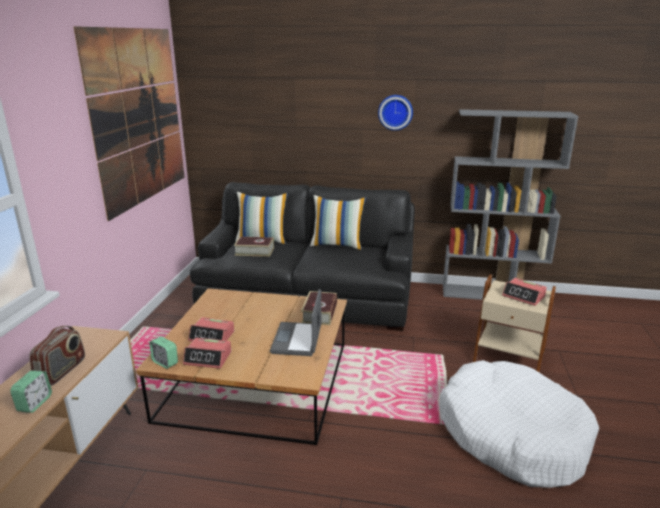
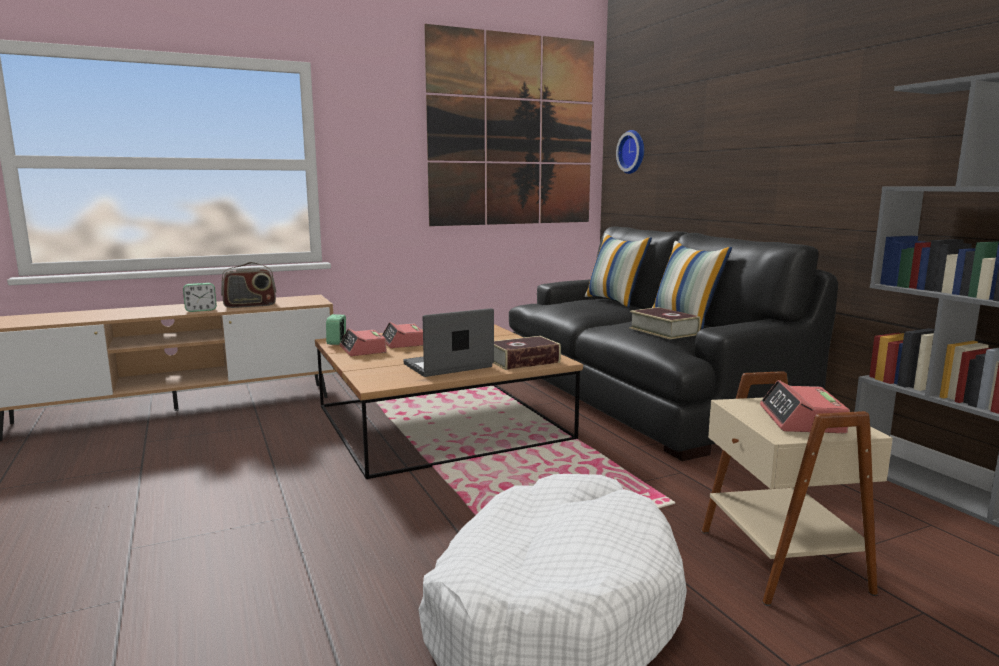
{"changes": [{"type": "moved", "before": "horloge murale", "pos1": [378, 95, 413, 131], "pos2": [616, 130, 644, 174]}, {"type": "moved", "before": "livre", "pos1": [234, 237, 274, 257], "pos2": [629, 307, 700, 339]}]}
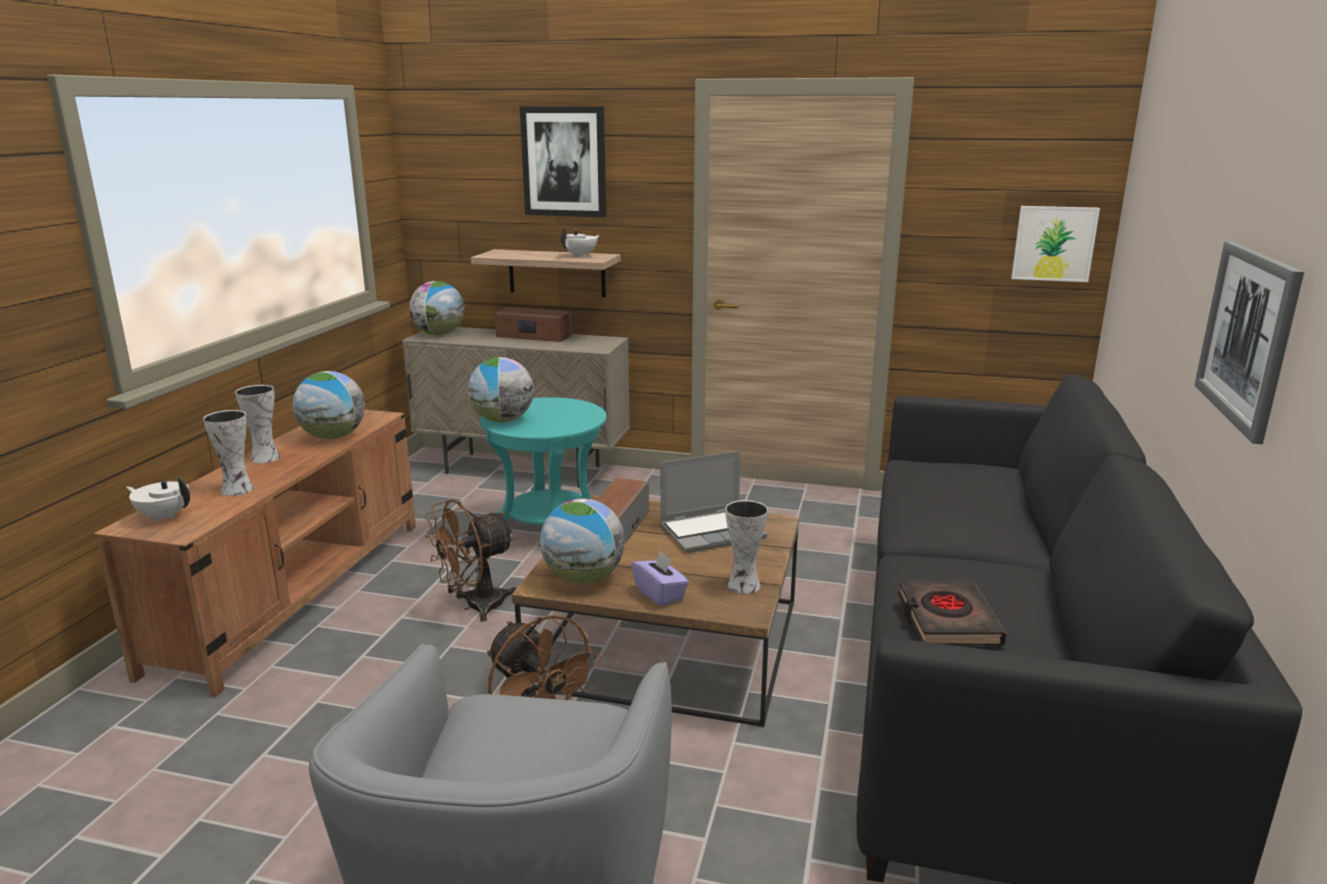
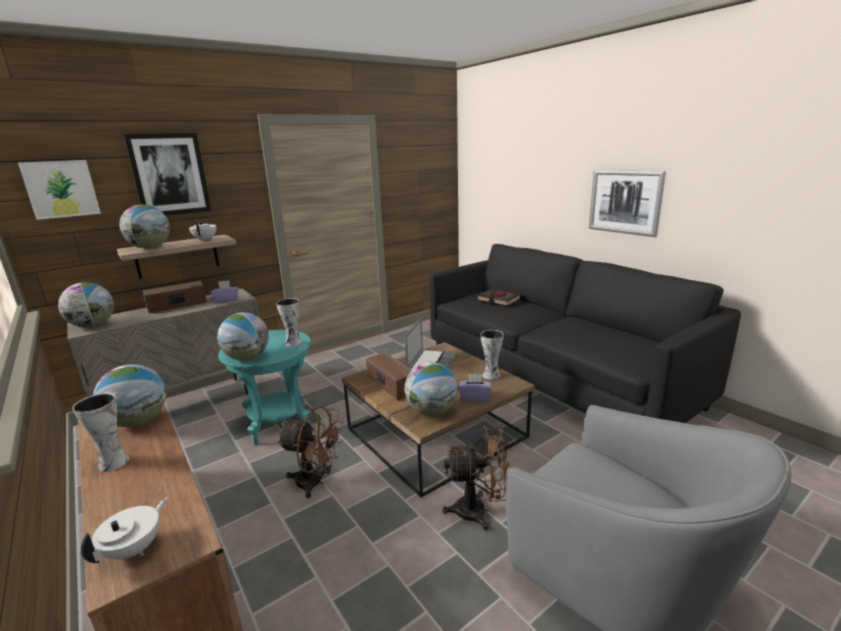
{"changes": [{"type": "moved", "before": "tableau", "pos1": [1011, 206, 1100, 282], "pos2": [18, 160, 101, 220]}, {"type": "moved", "before": "vase", "pos1": [203, 410, 254, 496], "pos2": [276, 298, 303, 347]}, {"type": "turned", "before": "théière [blanc]", "pos1": [126, 477, 190, 522], "pos2": [81, 497, 168, 563], "turn": 150}, {"type": "turned", "before": "ventilateur [marron]", "pos1": [425, 499, 517, 622], "pos2": [277, 406, 343, 498], "turn": -75}, {"type": "moved", "before": "livre [noir]", "pos1": [897, 580, 1007, 646], "pos2": [477, 289, 521, 306]}, {"type": "added", "after": "globe", "pos2": [119, 205, 170, 249]}, {"type": "added", "after": "boîte à mouchoirs [violet]", "pos2": [211, 281, 239, 303]}]}
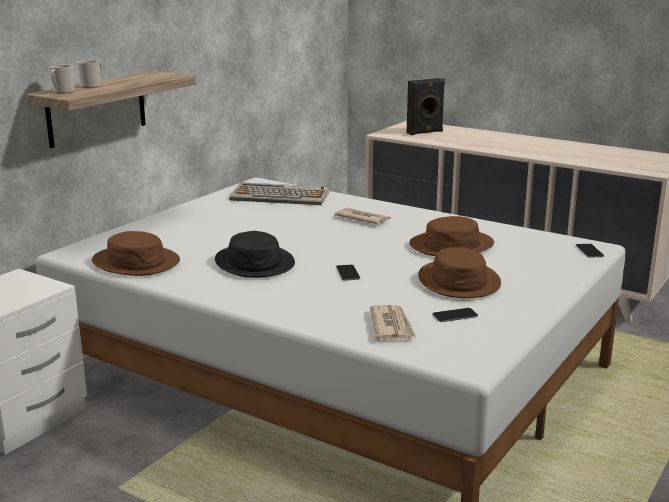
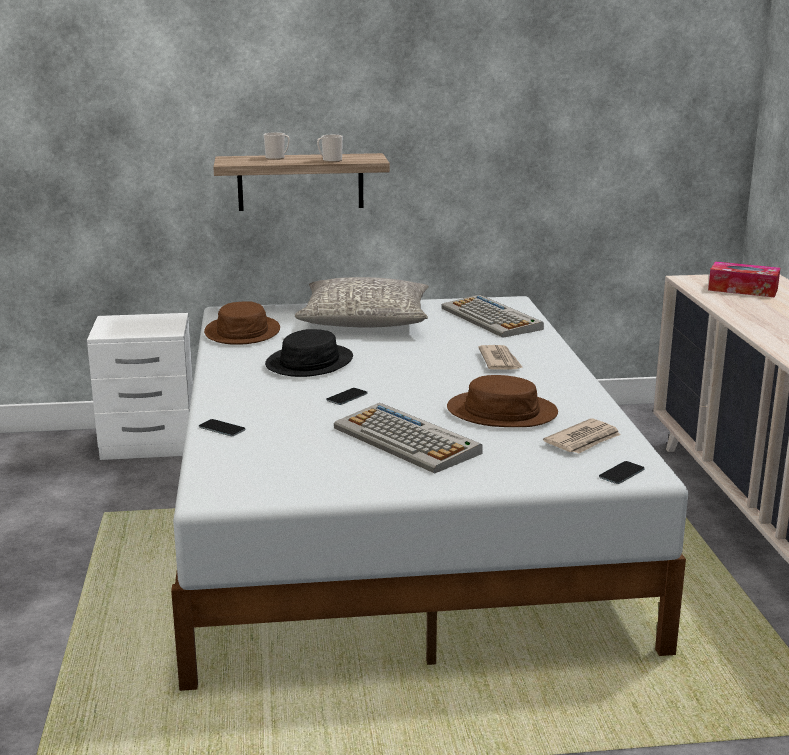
{"changes": [{"type": "moved", "before": "mug", "pos1": [50, 65, 74, 94], "pos2": [317, 135, 343, 162]}, {"type": "replaced", "before": "enceinte [noir]", "after": "boîte à mouchoirs", "pos1": [407, 78, 445, 135], "pos2": [708, 262, 780, 297]}, {"type": "replaced", "before": "chapeau [marron]", "after": "clavier", "pos1": [418, 247, 501, 298], "pos2": [334, 403, 483, 474]}, {"type": "moved", "before": "journal", "pos1": [370, 305, 416, 339], "pos2": [543, 419, 621, 454]}, {"type": "moved", "before": "téléphone", "pos1": [432, 308, 478, 322], "pos2": [199, 419, 245, 436]}, {"type": "added", "after": "coussin [gris]", "pos2": [294, 277, 429, 328]}]}
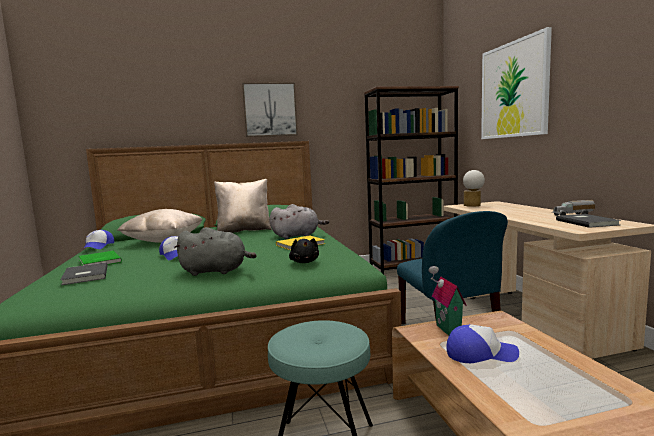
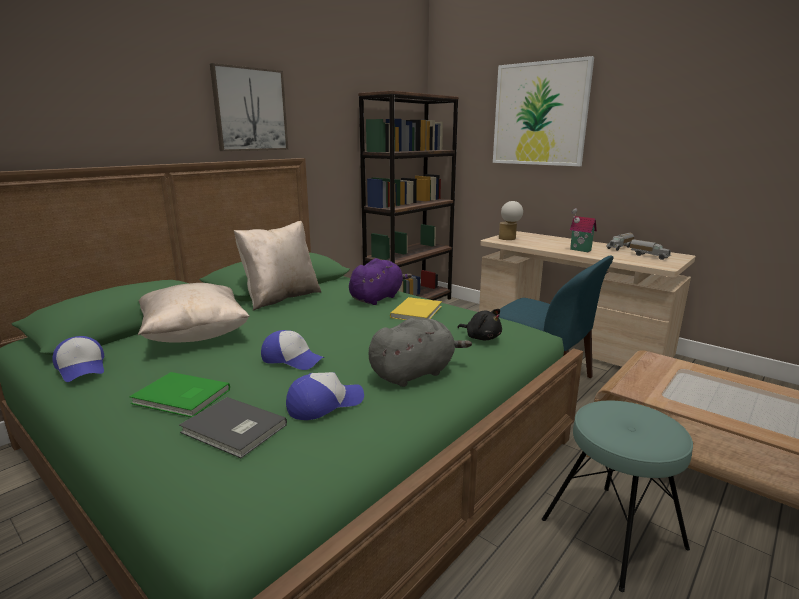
{"changes": [{"type": "recoloured", "before": "peluche [gris]", "after": "peluche [violet]", "pos1": [269, 204, 329, 239], "pos2": [349, 258, 412, 305]}, {"type": "replaced", "before": "livre [gris]", "after": "camion jouet", "pos1": [556, 214, 621, 228], "pos2": [630, 239, 671, 260]}, {"type": "moved", "before": "maison miniature", "pos1": [428, 266, 467, 336], "pos2": [570, 208, 597, 252]}, {"type": "moved", "before": "casquette", "pos1": [446, 324, 519, 363], "pos2": [286, 372, 364, 420]}]}
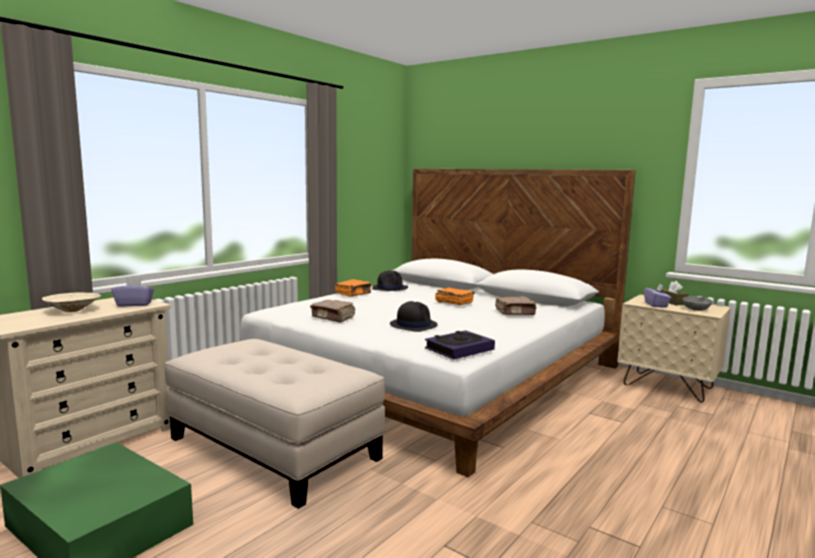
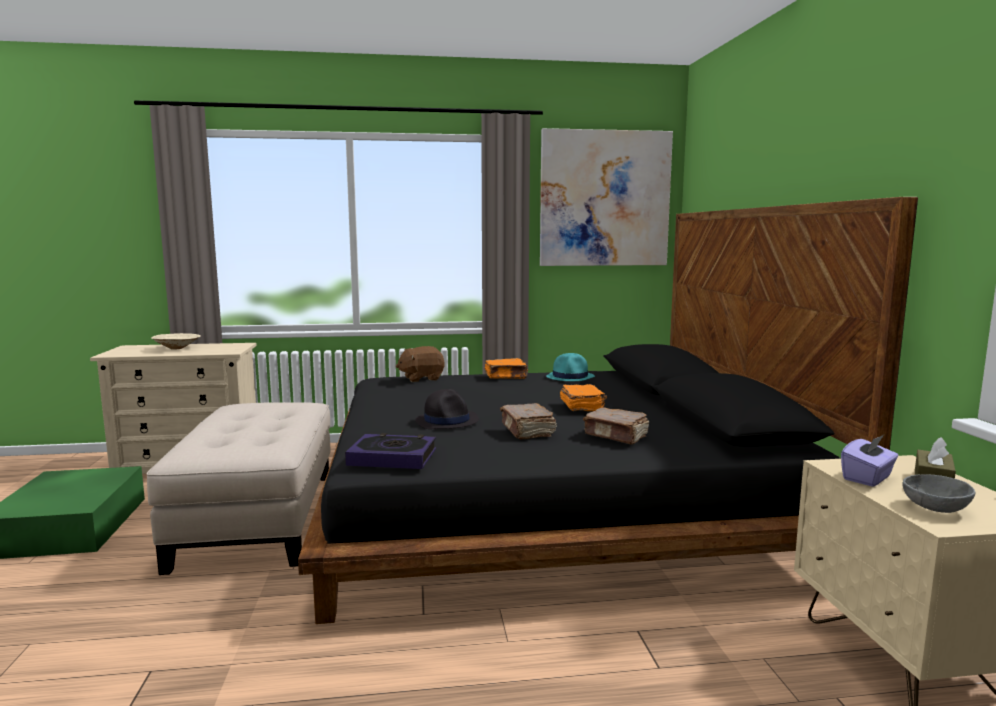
{"changes": [{"type": "recoloured", "before": "lit [blanc]", "after": "lit [noir]", "pos1": [223, 169, 635, 477], "pos2": [298, 197, 918, 624]}, {"type": "recoloured", "before": "chapeau [noir]", "after": "chapeau [turquoise]", "pos1": [372, 270, 408, 291], "pos2": [546, 353, 595, 381]}, {"type": "removed", "before": "boîte à mouchoirs [violet]", "pos1": [111, 277, 154, 307]}, {"type": "moved", "before": "livre [marron]", "pos1": [310, 300, 355, 322], "pos2": [500, 403, 557, 440]}, {"type": "added", "after": "tableau", "pos2": [540, 128, 673, 266]}, {"type": "added", "after": "peluche [marron]", "pos2": [396, 346, 444, 382]}]}
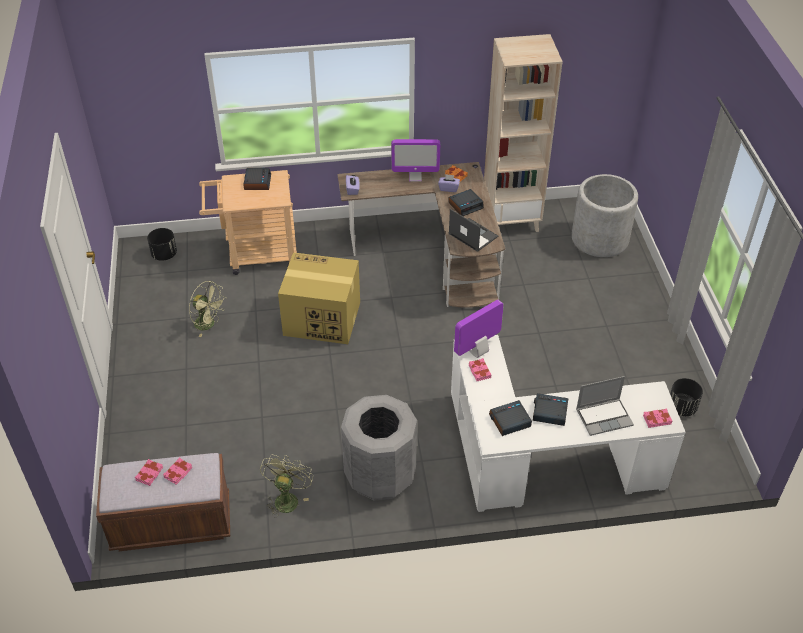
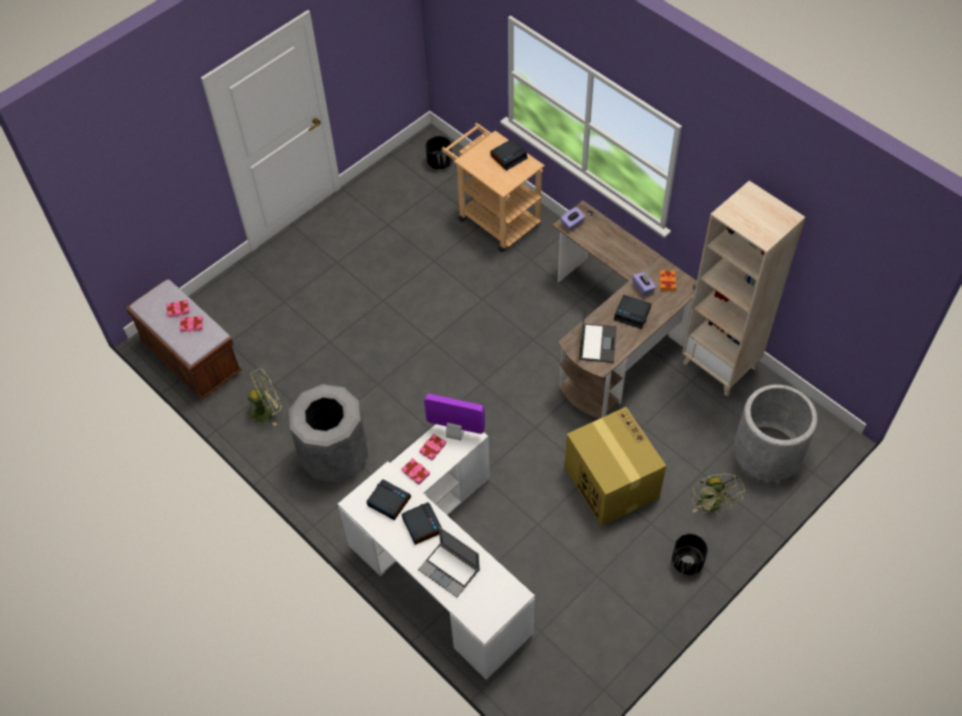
{"changes": [{"type": "removed", "before": "écran d'ordinateur", "pos1": [391, 139, 440, 182]}, {"type": "moved", "before": "carton", "pos1": [278, 252, 360, 344], "pos2": [564, 407, 666, 526]}, {"type": "moved", "before": "ventilateur [vert]", "pos1": [189, 281, 226, 337], "pos2": [691, 474, 745, 514]}, {"type": "moved", "before": "cache-pot [noir]", "pos1": [670, 378, 703, 416], "pos2": [672, 534, 708, 575]}, {"type": "moved", "before": "livre [rose]", "pos1": [643, 408, 672, 428], "pos2": [401, 458, 430, 485]}]}
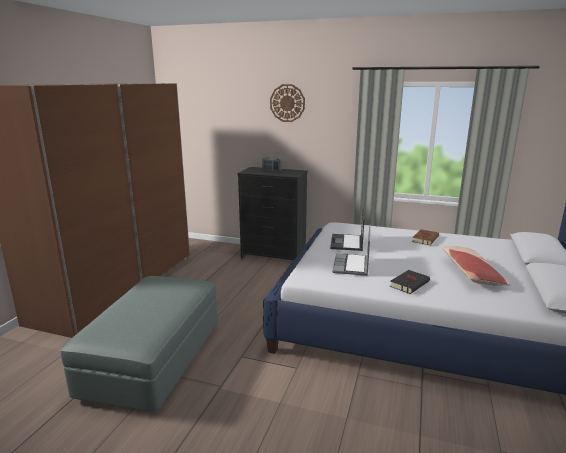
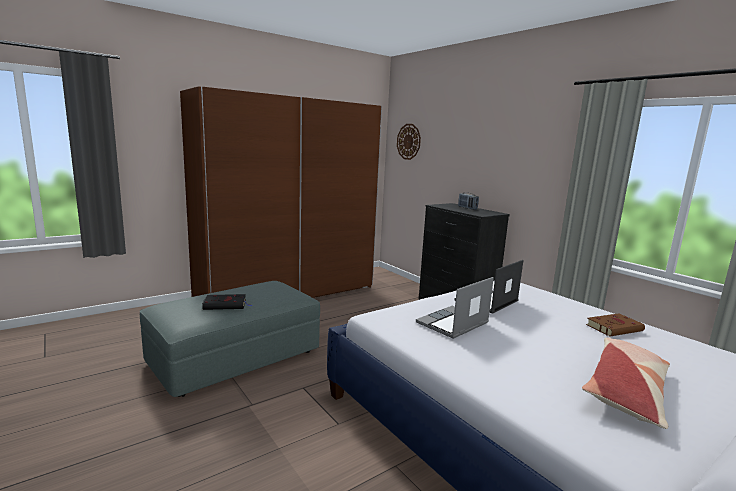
{"changes": [{"type": "moved", "before": "horloge murale", "pos1": [270, 84, 305, 122], "pos2": [397, 124, 421, 160]}, {"type": "moved", "before": "livre [noir]", "pos1": [390, 270, 430, 294], "pos2": [202, 294, 252, 310]}]}
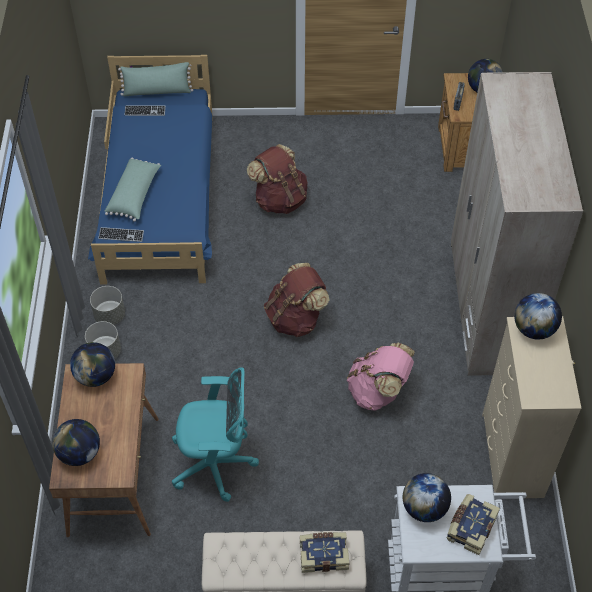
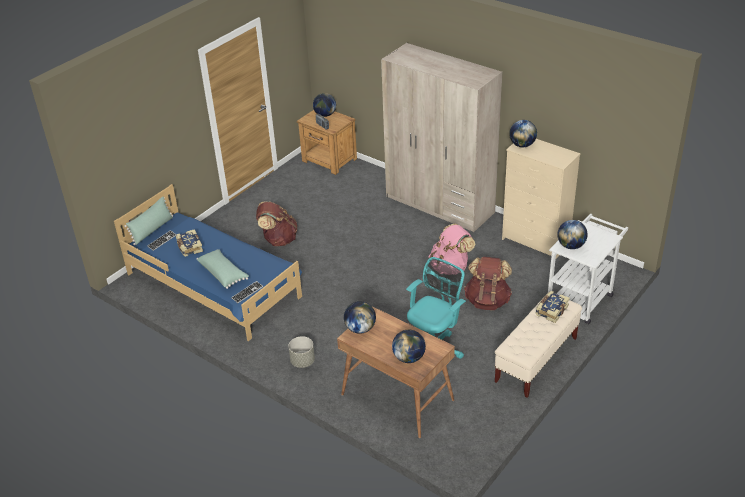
{"changes": [{"type": "moved", "before": "sac à dos [marron]", "pos1": [264, 263, 329, 337], "pos2": [464, 257, 512, 310]}, {"type": "removed", "before": "cache-pot [gris]", "pos1": [90, 286, 125, 325]}, {"type": "moved", "before": "livre", "pos1": [447, 494, 500, 555], "pos2": [176, 229, 203, 257]}]}
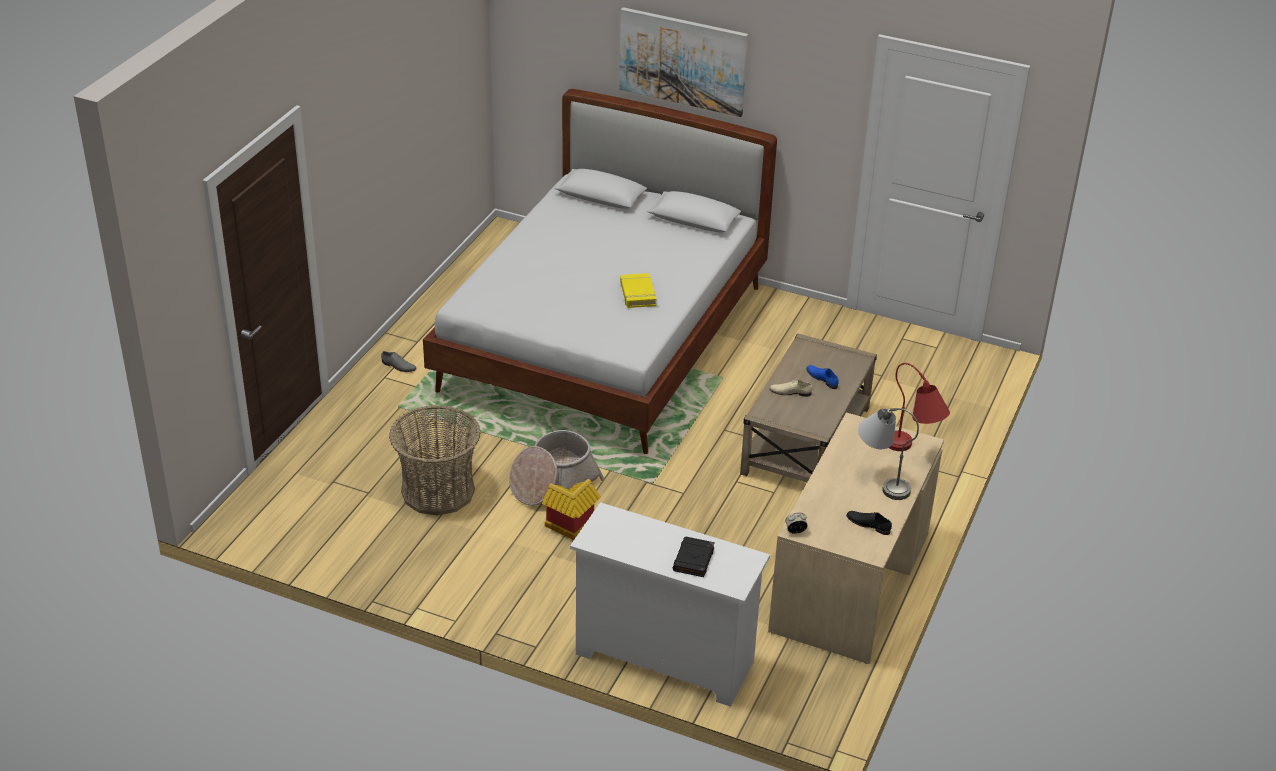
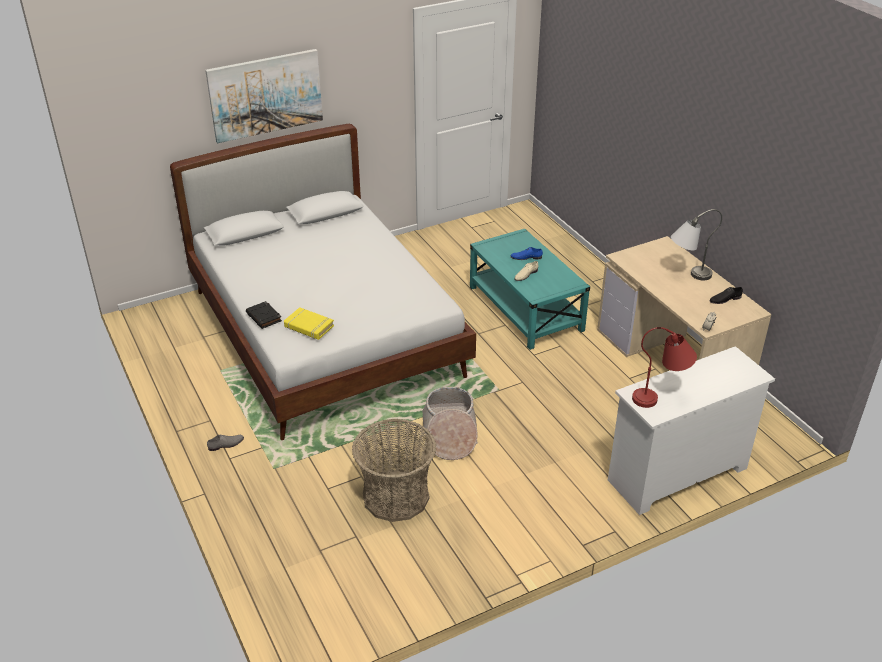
{"changes": [{"type": "moved", "before": "livre [jaune]", "pos1": [620, 273, 657, 308], "pos2": [284, 307, 334, 340]}, {"type": "recoloured", "before": "table basse [beige]", "after": "table basse [turquoise]", "pos1": [740, 334, 877, 482], "pos2": [470, 229, 590, 350]}, {"type": "moved", "before": "lampe de table [rouge]", "pos1": [889, 363, 950, 451], "pos2": [632, 327, 697, 408]}, {"type": "removed", "before": "maison miniature", "pos1": [542, 479, 601, 540]}, {"type": "moved", "before": "livre [noir]", "pos1": [673, 536, 715, 577], "pos2": [246, 301, 282, 329]}]}
